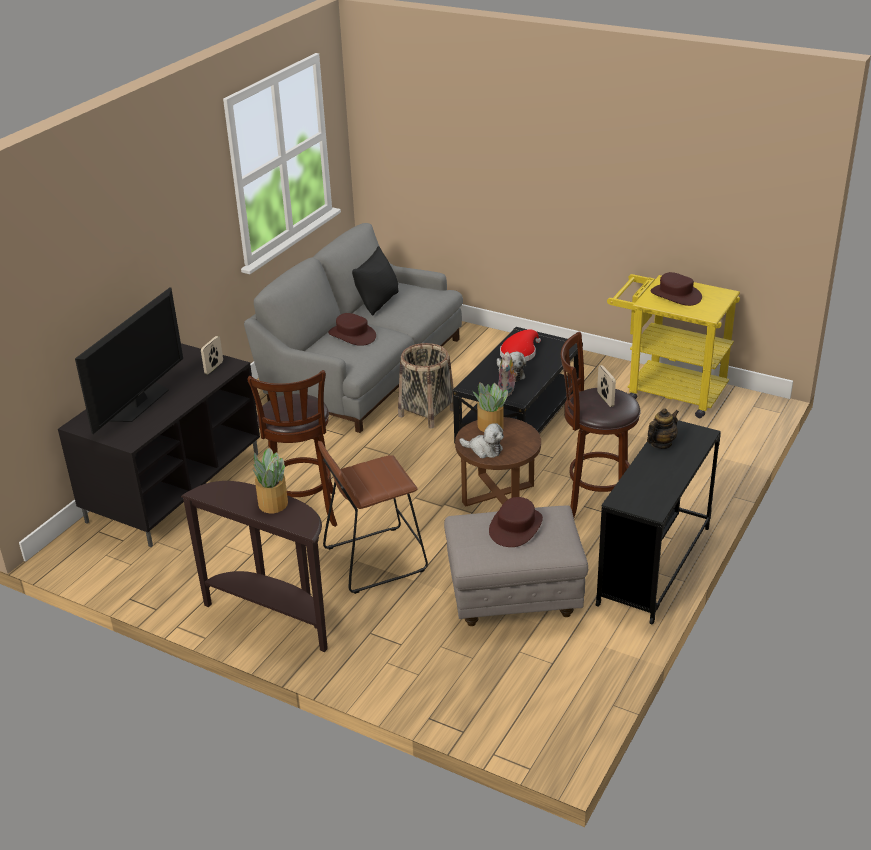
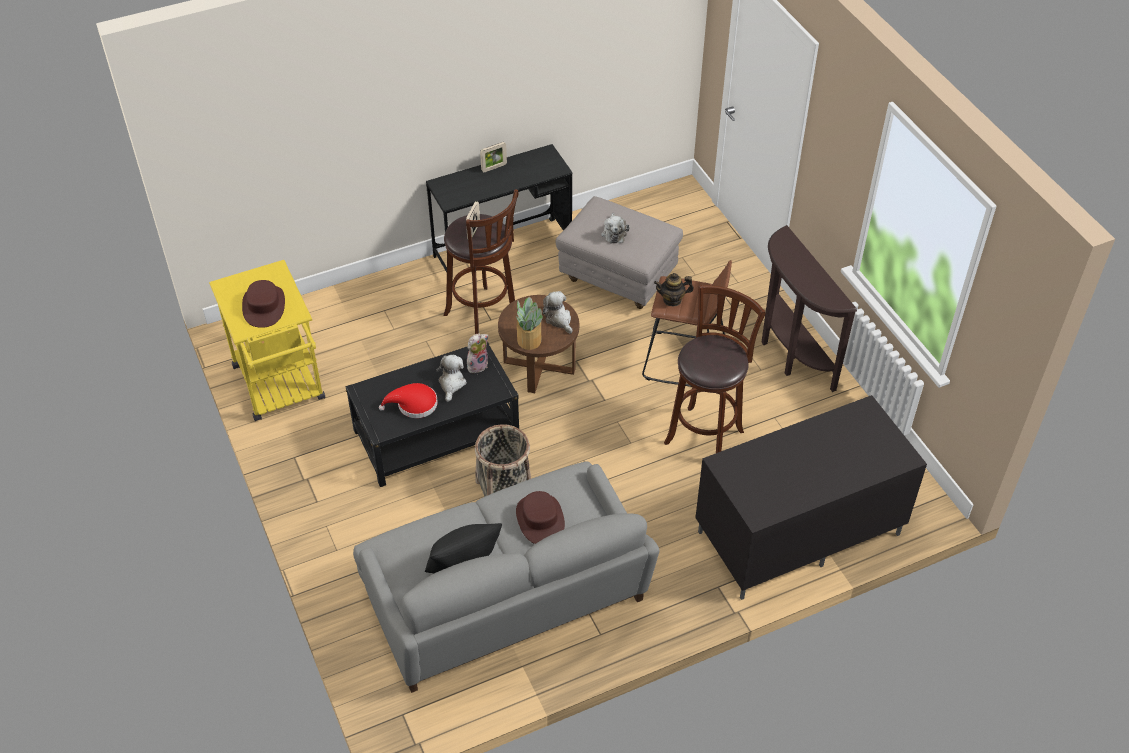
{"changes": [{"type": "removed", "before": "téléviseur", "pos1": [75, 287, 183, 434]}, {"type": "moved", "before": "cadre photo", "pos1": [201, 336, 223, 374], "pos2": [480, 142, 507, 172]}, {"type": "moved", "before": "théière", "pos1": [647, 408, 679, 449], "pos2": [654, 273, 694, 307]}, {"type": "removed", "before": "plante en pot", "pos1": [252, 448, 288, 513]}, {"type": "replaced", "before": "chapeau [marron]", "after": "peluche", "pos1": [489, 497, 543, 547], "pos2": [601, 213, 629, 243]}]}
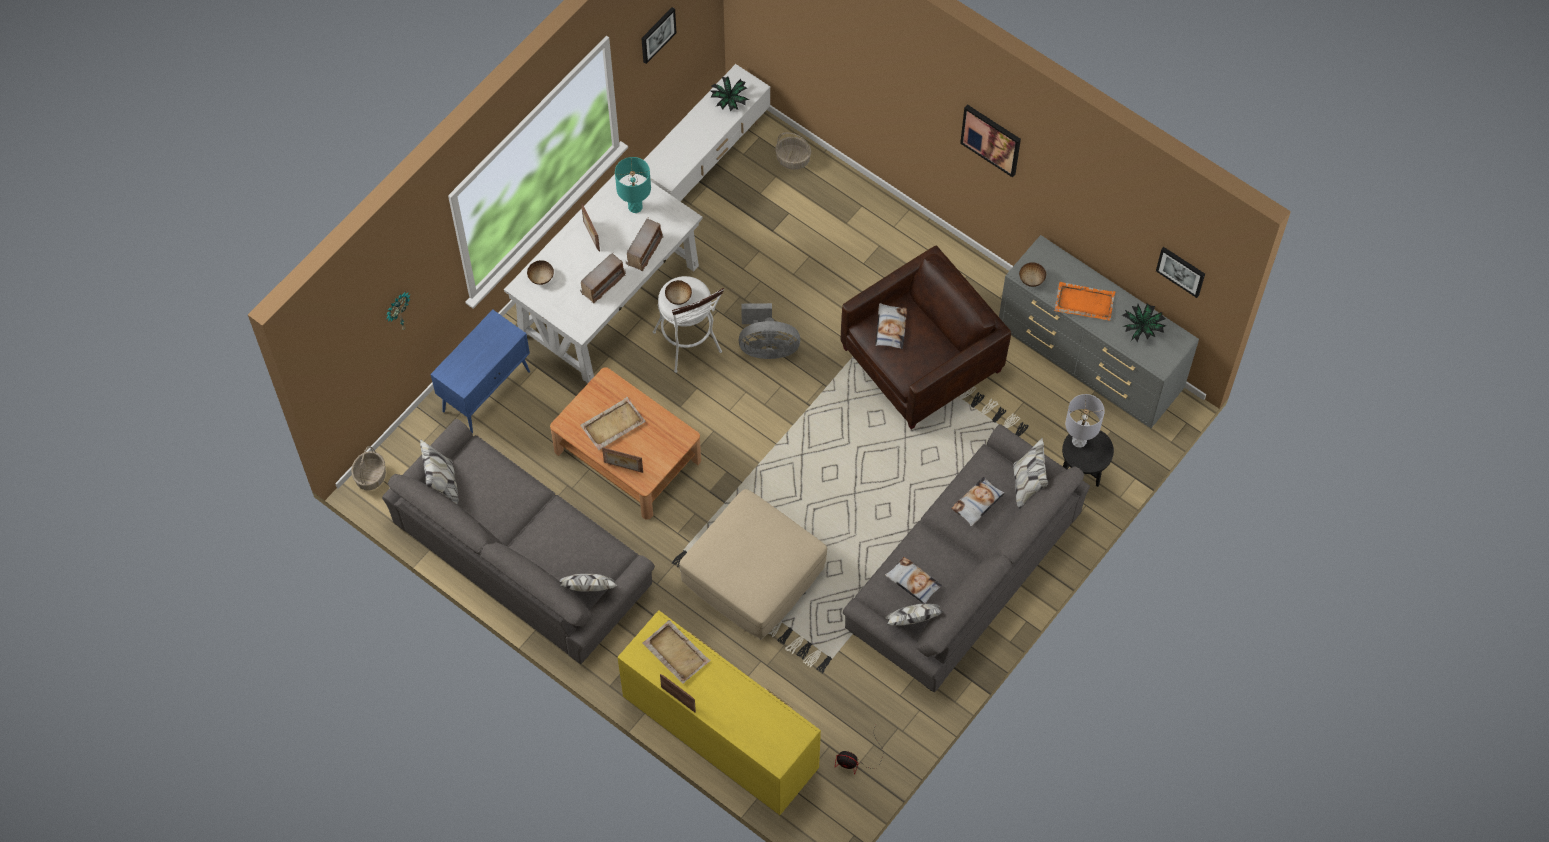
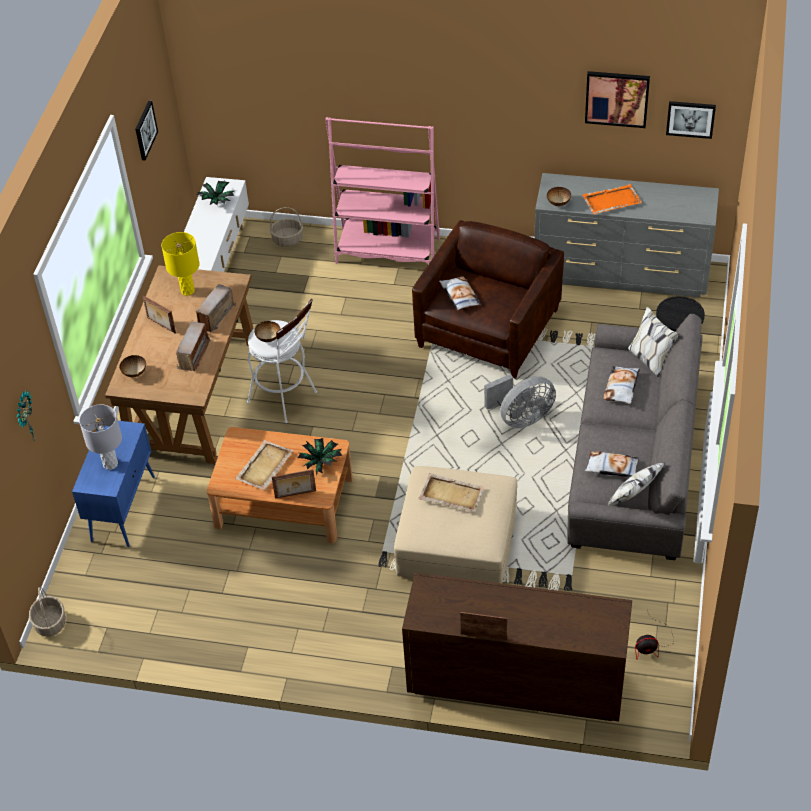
{"changes": [{"type": "moved", "before": "tableau", "pos1": [960, 104, 1021, 178], "pos2": [585, 71, 650, 128]}, {"type": "recoloured", "before": "lampe de table [turquoise]", "after": "lampe de table [jaune]", "pos1": [615, 157, 651, 213], "pos2": [161, 232, 200, 296]}, {"type": "recoloured", "before": "bureau [blanc]", "after": "bureau [marron]", "pos1": [504, 174, 703, 383], "pos2": [105, 265, 254, 464]}, {"type": "turned", "before": "radio", "pos1": [626, 219, 663, 271], "pos2": [196, 284, 236, 333], "turn": -150}, {"type": "moved", "before": "ventilateur [gris]", "pos1": [739, 303, 800, 359], "pos2": [484, 374, 556, 428]}, {"type": "moved", "before": "plante en pot", "pos1": [1122, 304, 1166, 342], "pos2": [297, 438, 342, 476]}, {"type": "moved", "before": "lampe de table [gris]", "pos1": [1065, 394, 1105, 448], "pos2": [79, 404, 122, 470]}, {"type": "removed", "before": "canapé [gris]", "pos1": [382, 419, 655, 664]}, {"type": "recoloured", "before": "commode [jaune]", "after": "commode [marron]", "pos1": [617, 610, 821, 815], "pos2": [402, 573, 632, 722]}, {"type": "moved", "before": "plateau [beige]", "pos1": [642, 620, 711, 684], "pos2": [418, 473, 485, 512]}, {"type": "added", "after": "bibliothèque [rose]", "pos2": [325, 117, 440, 264]}]}
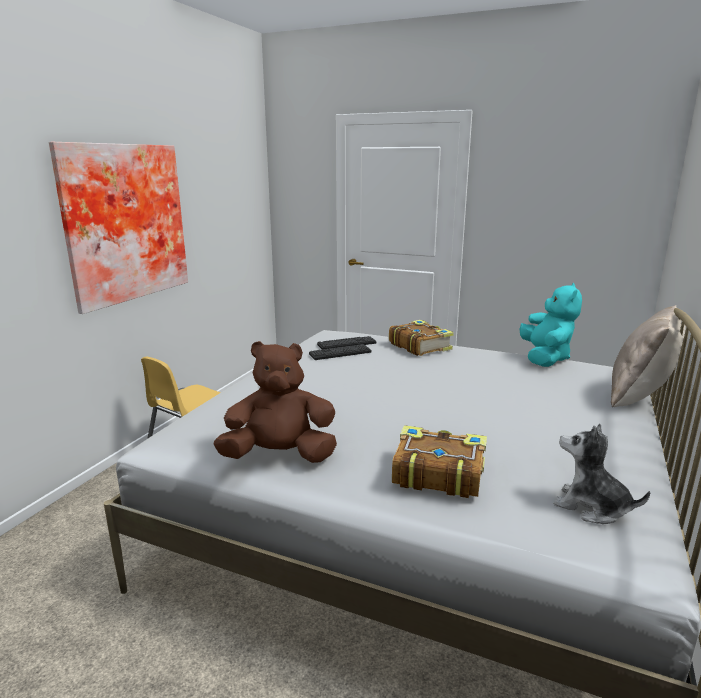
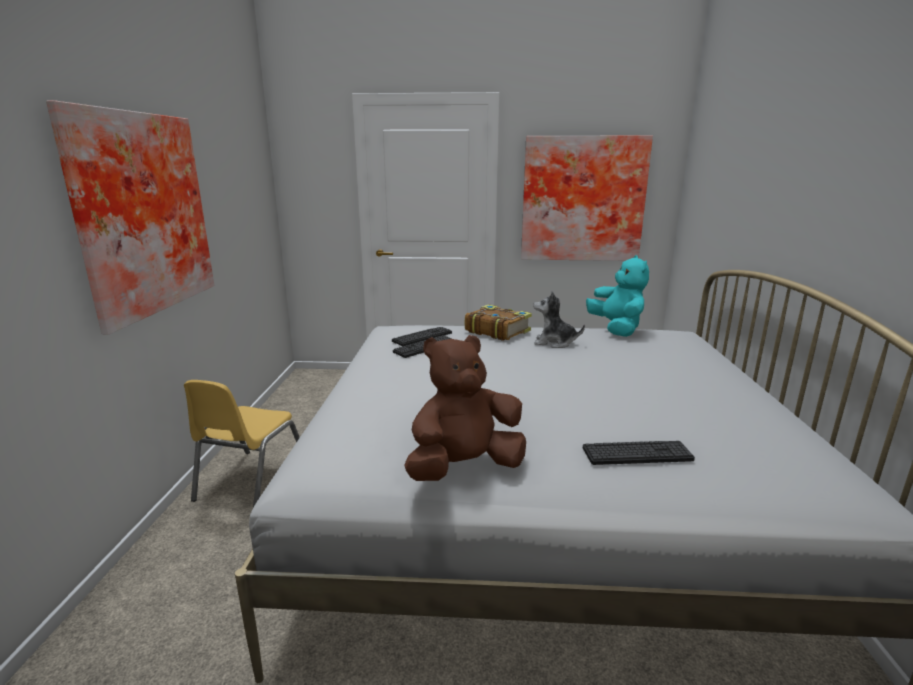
{"changes": [{"type": "removed", "before": "coussin [beige]", "pos1": [611, 305, 686, 407]}, {"type": "moved", "before": "peluche", "pos1": [554, 424, 650, 524], "pos2": [533, 291, 585, 348]}, {"type": "replaced", "before": "livre", "after": "clavier", "pos1": [392, 425, 487, 498], "pos2": [583, 441, 695, 465]}, {"type": "added", "after": "tableau", "pos2": [521, 135, 653, 261]}]}
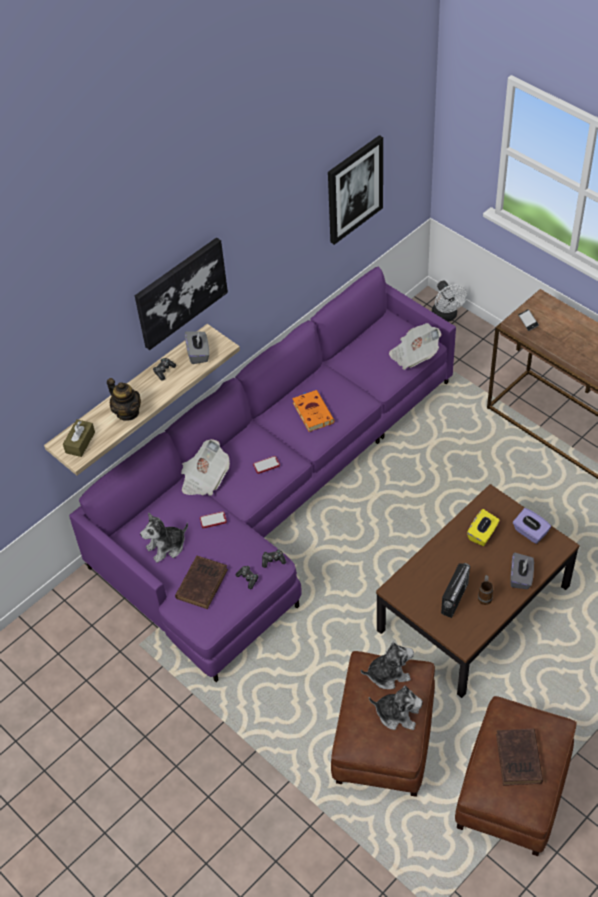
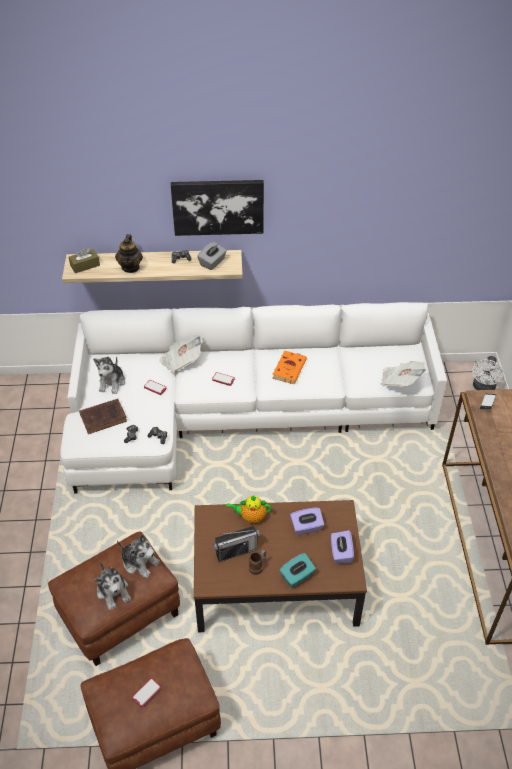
{"changes": [{"type": "removed", "before": "tableau", "pos1": [328, 135, 383, 245]}, {"type": "recoloured", "before": "canapé [violet]", "after": "canapé [blanc]", "pos1": [69, 266, 456, 682], "pos2": [60, 302, 447, 494]}, {"type": "recoloured", "before": "boîte à mouchoirs [jaune]", "after": "boîte à mouchoirs [violet]", "pos1": [467, 509, 500, 546], "pos2": [290, 508, 324, 535]}, {"type": "turned", "before": "peluche", "pos1": [140, 513, 188, 563], "pos2": [93, 356, 125, 394], "turn": -90}, {"type": "recoloured", "before": "boîte à mouchoirs [gris]", "after": "boîte à mouchoirs [turquoise]", "pos1": [510, 553, 534, 589], "pos2": [279, 553, 316, 588]}, {"type": "replaced", "before": "livre [marron]", "after": "téléphone", "pos1": [496, 728, 543, 786], "pos2": [132, 678, 161, 708]}, {"type": "added", "after": "théière", "pos2": [226, 496, 272, 524]}]}
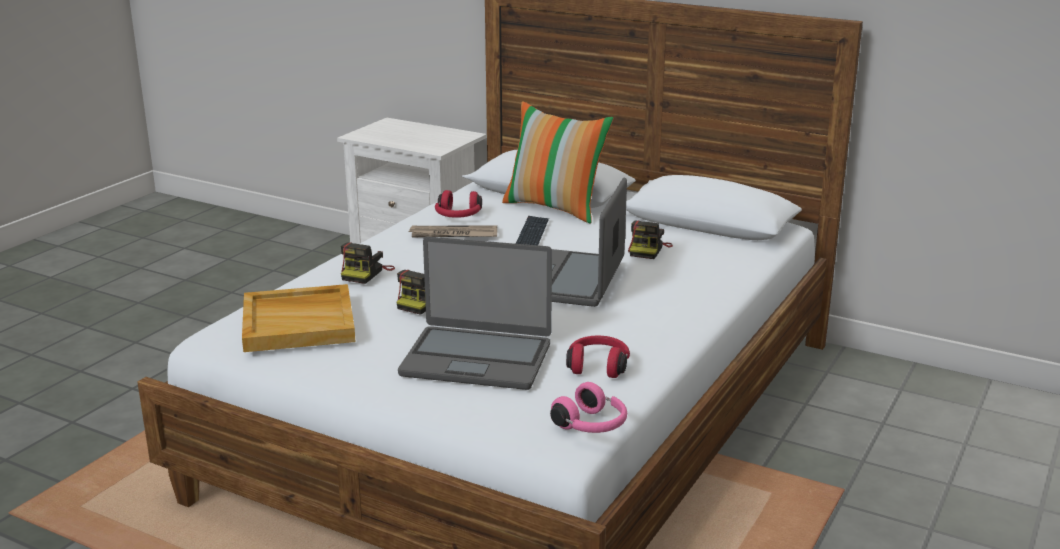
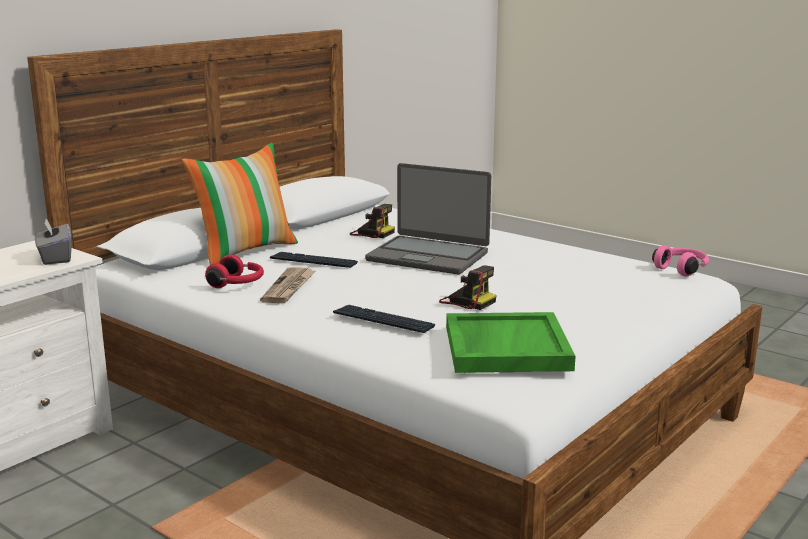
{"changes": [{"type": "removed", "before": "ordinateur portable", "pos1": [398, 237, 552, 390]}, {"type": "replaced", "before": "appareil photo", "after": "clavier", "pos1": [341, 242, 395, 284], "pos2": [333, 305, 435, 333]}, {"type": "recoloured", "before": "plateau [beige]", "after": "plateau [vert]", "pos1": [242, 284, 356, 352], "pos2": [446, 312, 575, 373]}, {"type": "removed", "before": "casque audio [rouge]", "pos1": [566, 335, 630, 378]}, {"type": "added", "after": "boîte à mouchoirs [gris]", "pos2": [35, 218, 72, 265]}]}
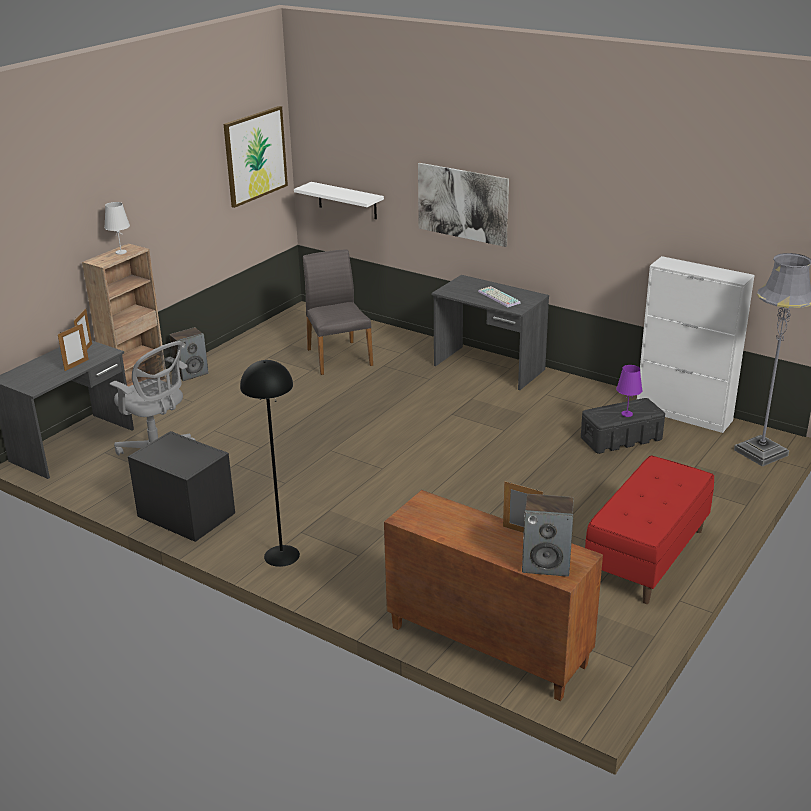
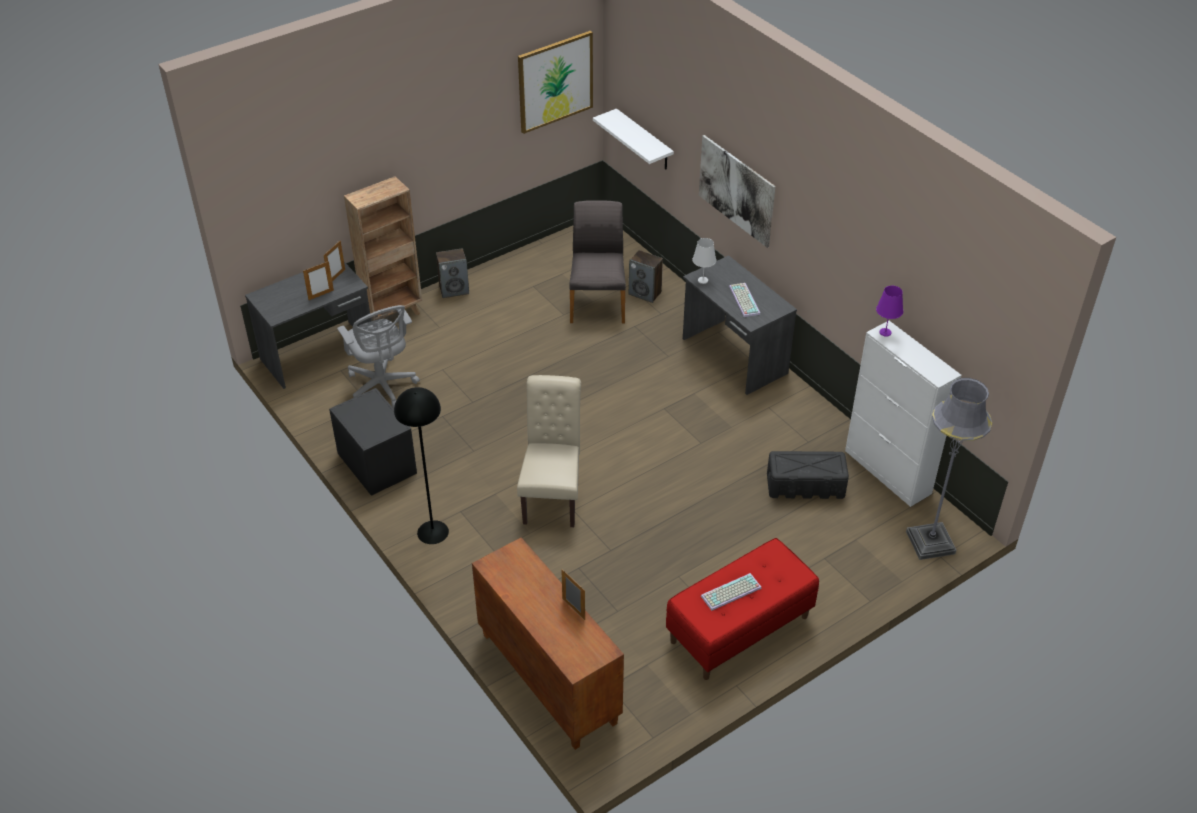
{"changes": [{"type": "moved", "before": "lampe de table [blanc]", "pos1": [104, 202, 130, 255], "pos2": [692, 238, 716, 284]}, {"type": "moved", "before": "lampe de table [violet]", "pos1": [616, 365, 643, 417], "pos2": [876, 285, 903, 337]}, {"type": "moved", "before": "enceinte", "pos1": [522, 494, 574, 576], "pos2": [629, 250, 663, 303]}, {"type": "added", "after": "chaise [beige]", "pos2": [517, 375, 581, 527]}, {"type": "added", "after": "clavier", "pos2": [701, 573, 762, 611]}]}
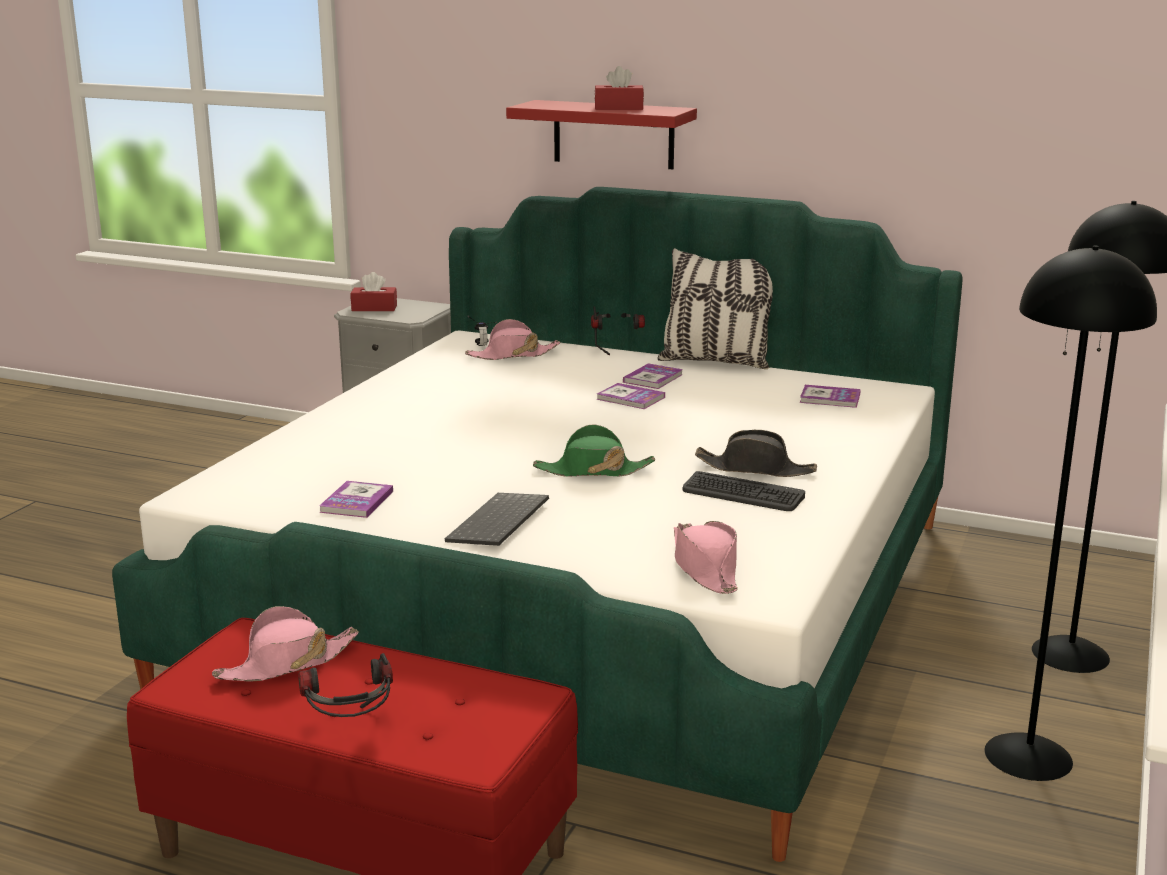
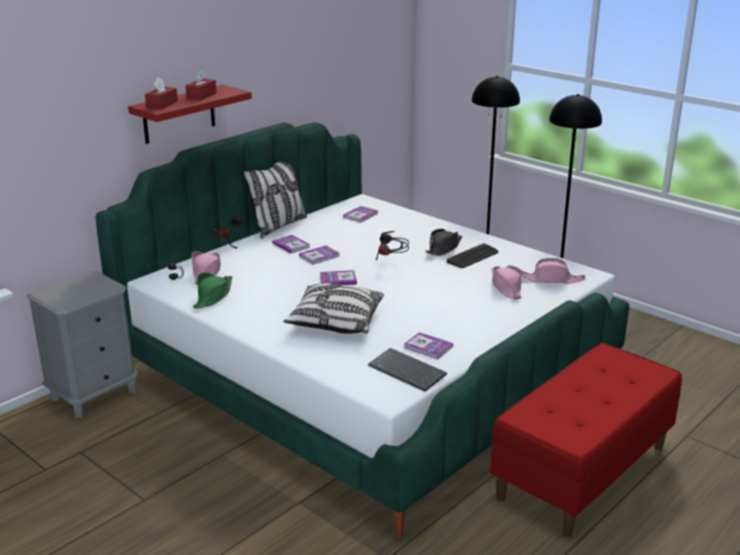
{"changes": [{"type": "moved", "before": "boîte à mouchoirs [rouge]", "pos1": [350, 272, 397, 311], "pos2": [145, 77, 178, 110]}, {"type": "moved", "before": "chapeau [vert]", "pos1": [533, 425, 655, 477], "pos2": [193, 273, 232, 308]}, {"type": "moved", "before": "clavier", "pos1": [445, 493, 549, 546], "pos2": [368, 348, 447, 392]}, {"type": "moved", "before": "chapeau [rose]", "pos1": [212, 606, 359, 682], "pos2": [492, 266, 522, 300]}, {"type": "moved", "before": "casque audio", "pos1": [298, 653, 393, 717], "pos2": [376, 231, 409, 260]}, {"type": "added", "after": "livre", "pos2": [320, 270, 357, 285]}, {"type": "added", "after": "coussin", "pos2": [283, 283, 384, 334]}]}
